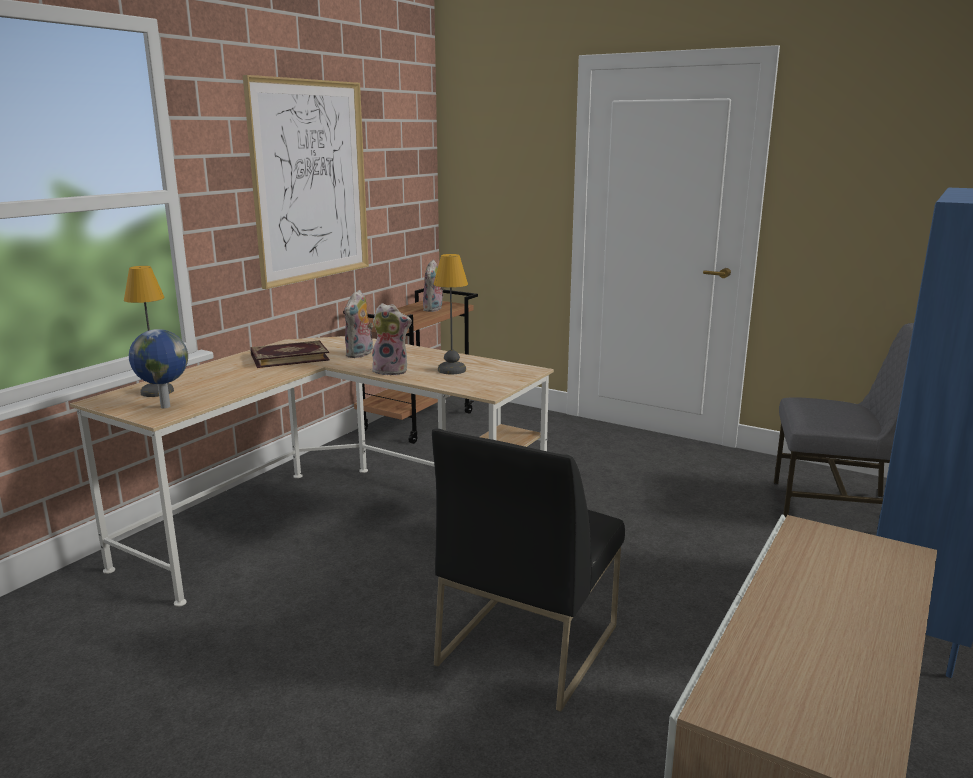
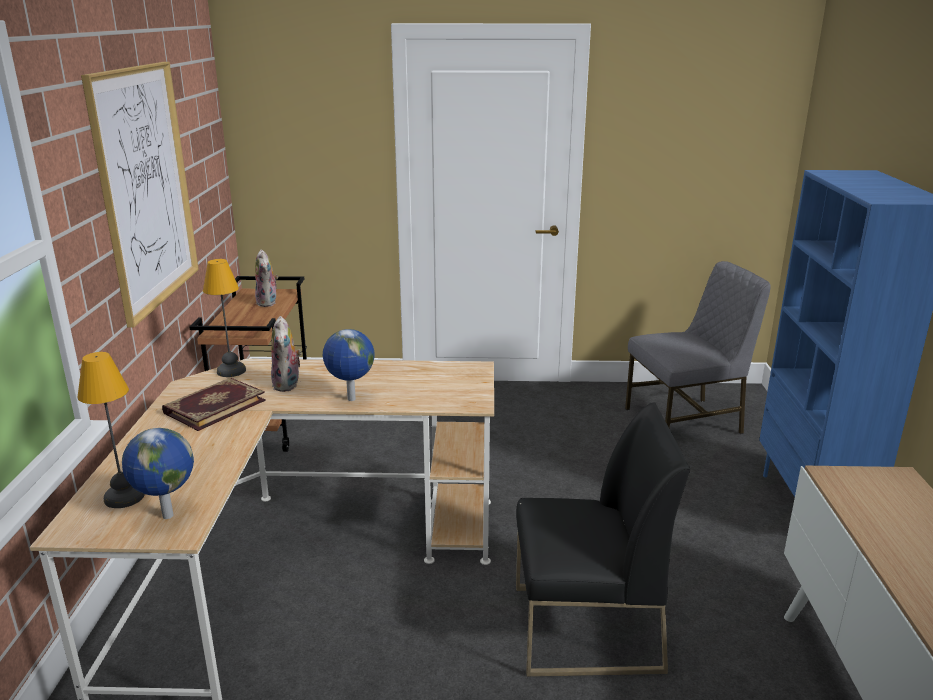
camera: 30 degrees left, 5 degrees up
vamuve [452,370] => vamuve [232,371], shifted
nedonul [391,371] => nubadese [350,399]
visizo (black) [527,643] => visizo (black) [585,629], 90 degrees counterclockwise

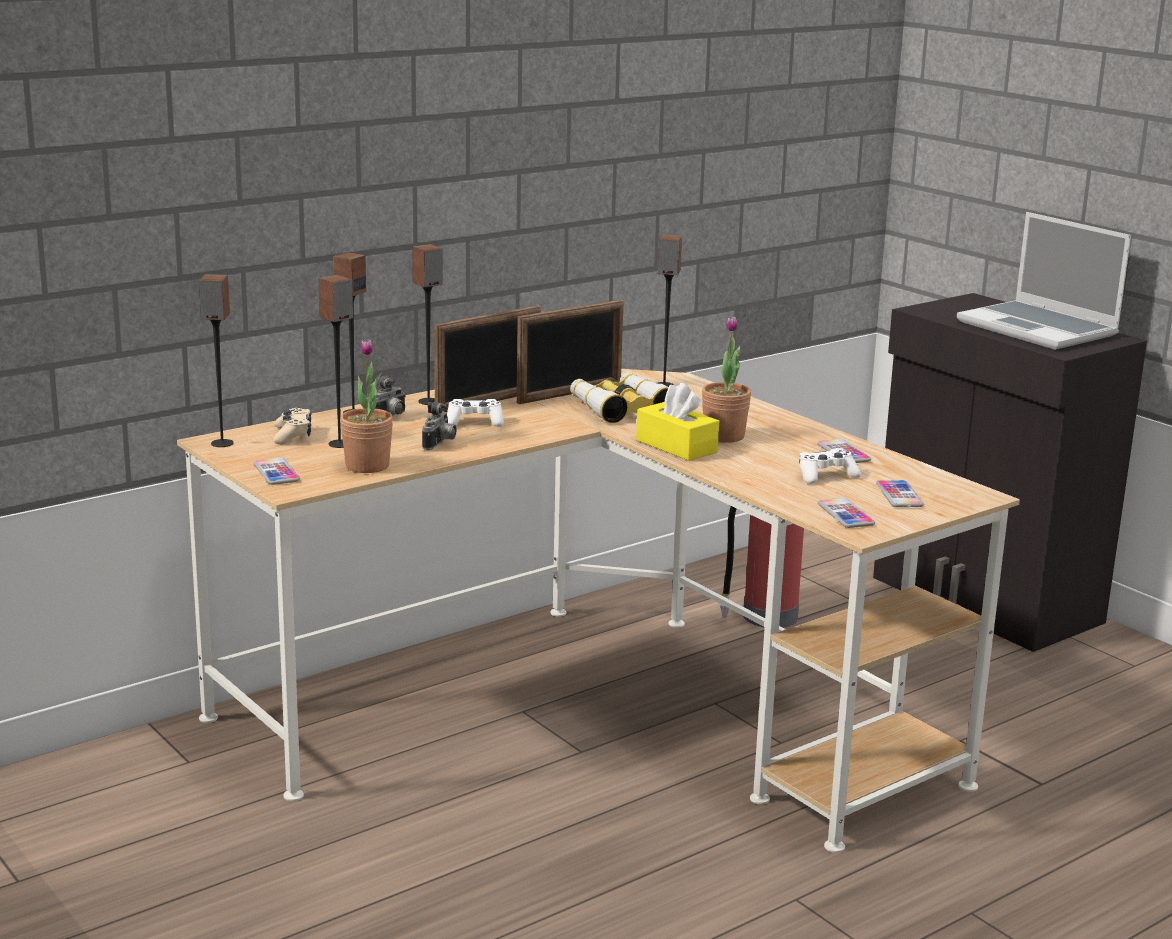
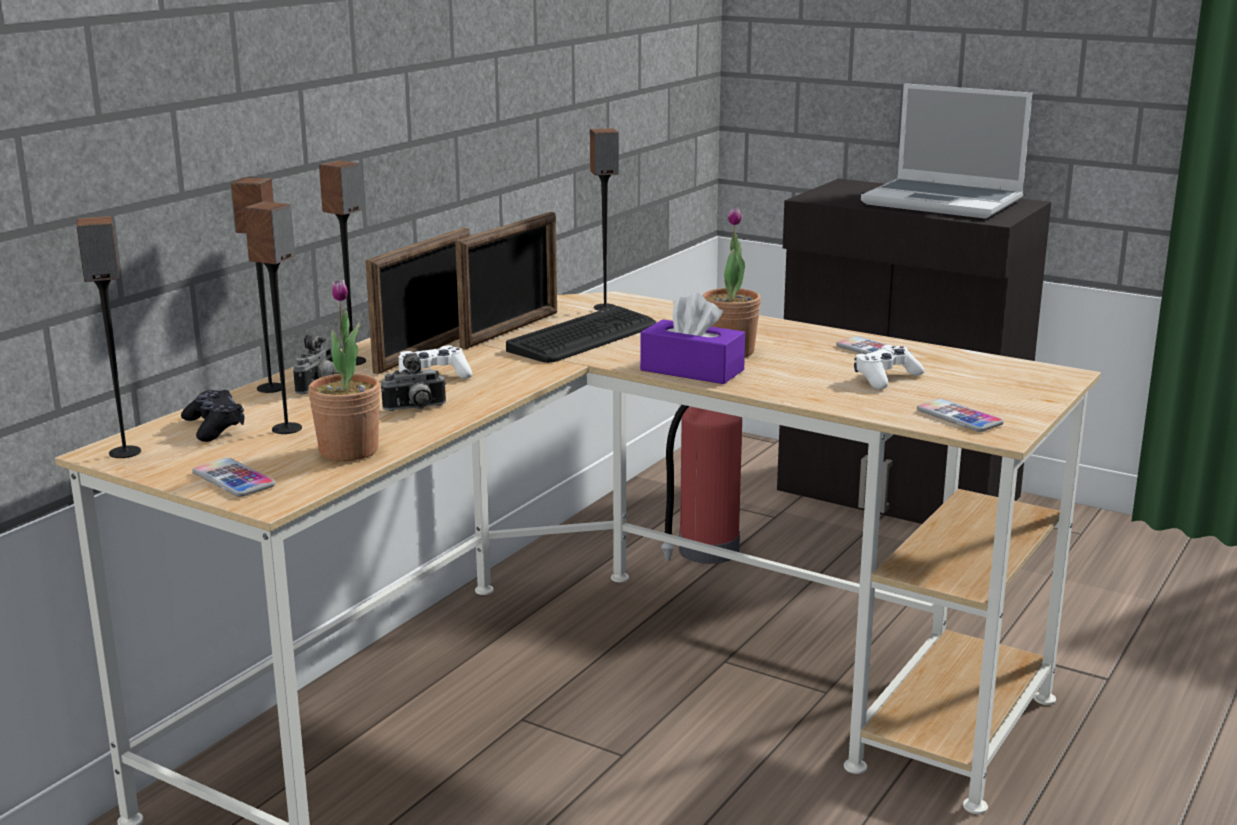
camera: 20 degrees left, 0 degrees up
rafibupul [620,408] => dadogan [584,337]
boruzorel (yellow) [676,446] => boruzorel (purple) [692,370]
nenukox [440,444] => nenukox [415,409], 75 degrees clockwise
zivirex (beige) [292,435] => zivirex (black) [214,427]
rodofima [899,495] => nothing

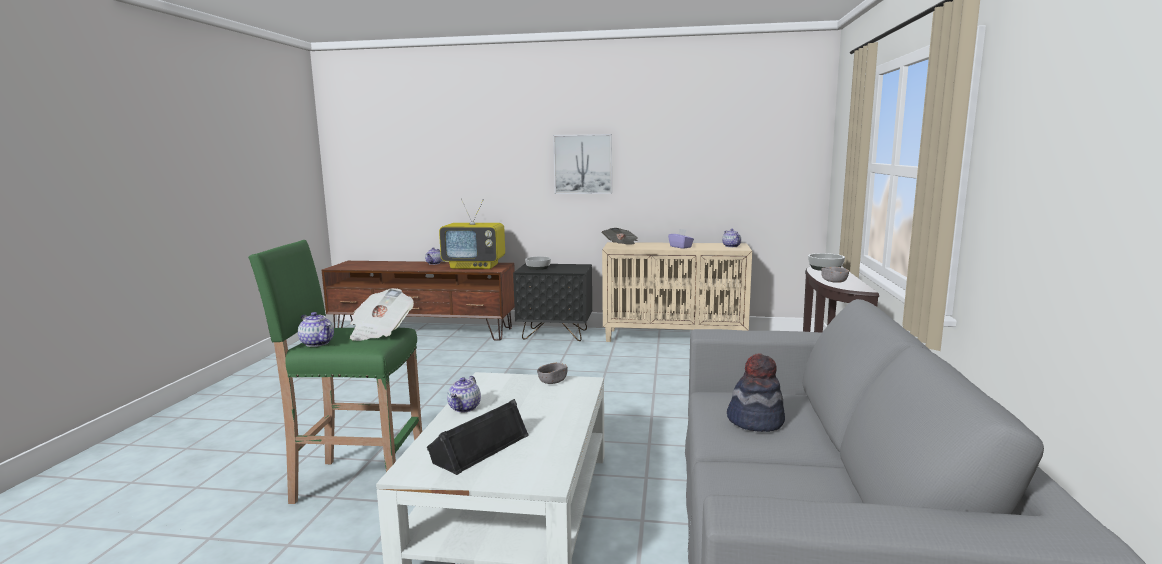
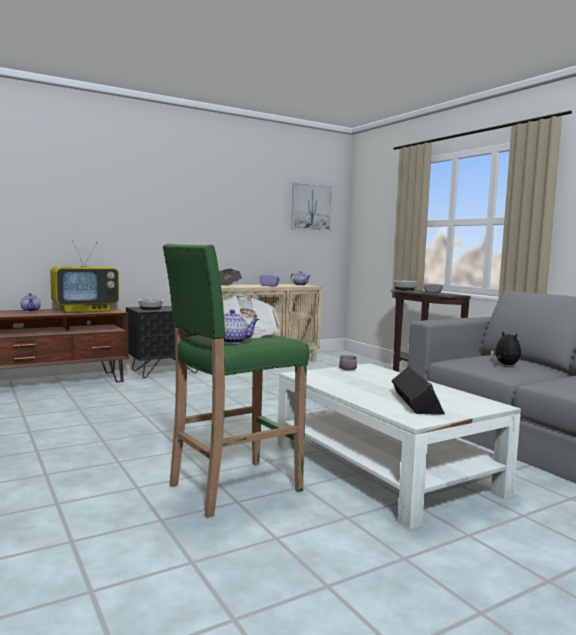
camera: 40 degrees left, 5 degrees down
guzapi [583,164] => guzapi [311,207], shifted
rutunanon [755,421] => nedonul [505,365]
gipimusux [465,408] => nothing

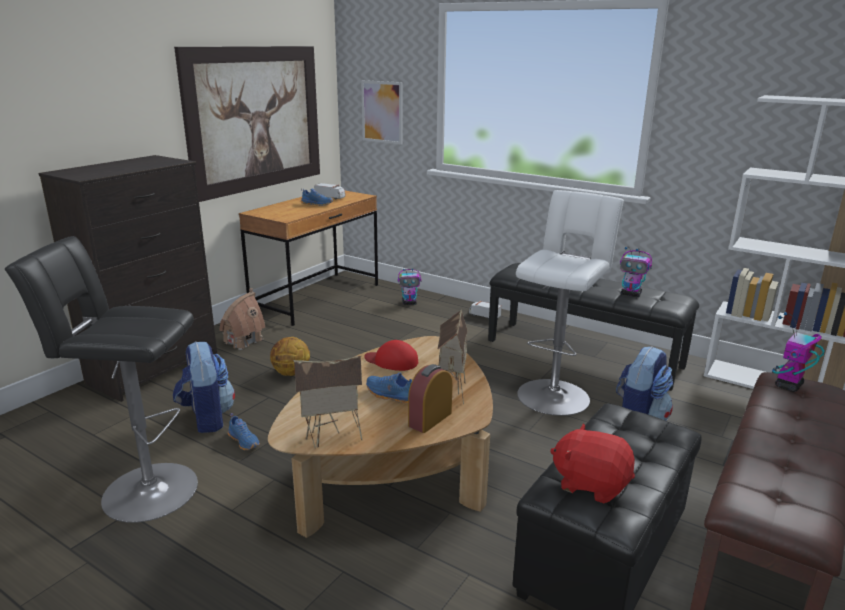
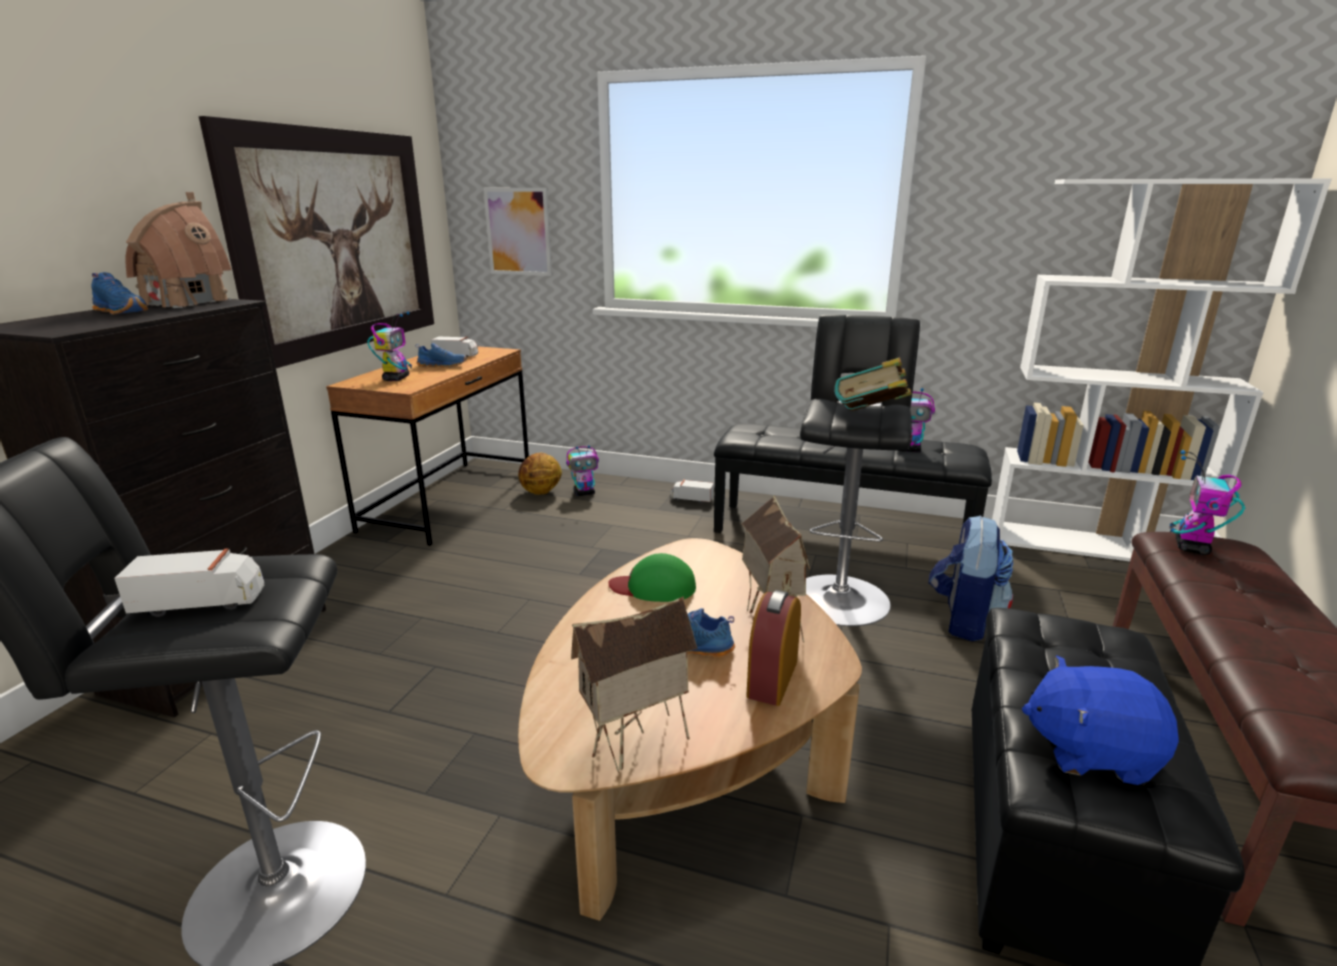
camera: 15 degrees left, 0 degrees up
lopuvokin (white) [555,394] => lopuvokin (black) [839,595]
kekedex [243,340] => kekedex [185,302], shifted
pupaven [290,373] => pupaven [541,493], shifted
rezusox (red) [392,361] => rezusox (green) [654,587]
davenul [207,418] => nothing
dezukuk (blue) [244,441] => dezukuk (blue) [123,312], shifted
nedonul (red) [591,483] => nedonul (blue) [1090,751]
nothing => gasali [396,378]
nothing => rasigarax [870,418]
nothing => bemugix [201,603]

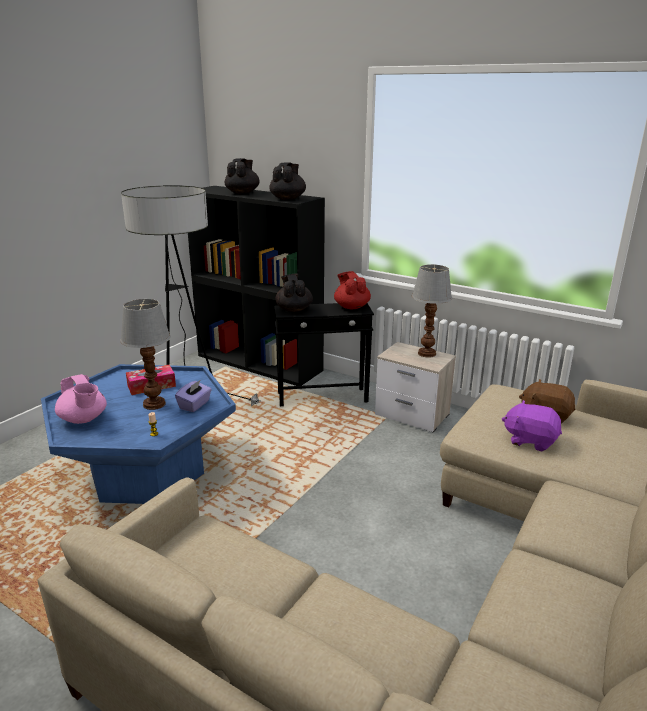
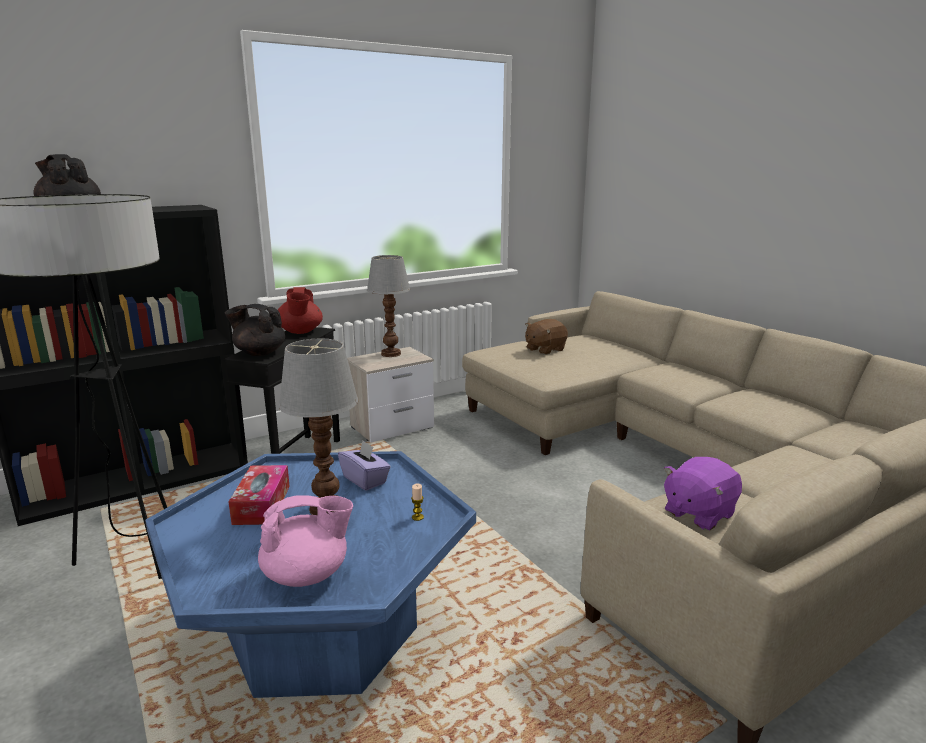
camera: 65 degrees left, 5 degrees down
gipimusux (black) [288,199] => nothing
gipimusux (red) [351,307] => gipimusux (red) [300,332], 105 degrees counterclockwise
nedonul (purple) [530,440] => nedonul (purple) [698,513], shifted

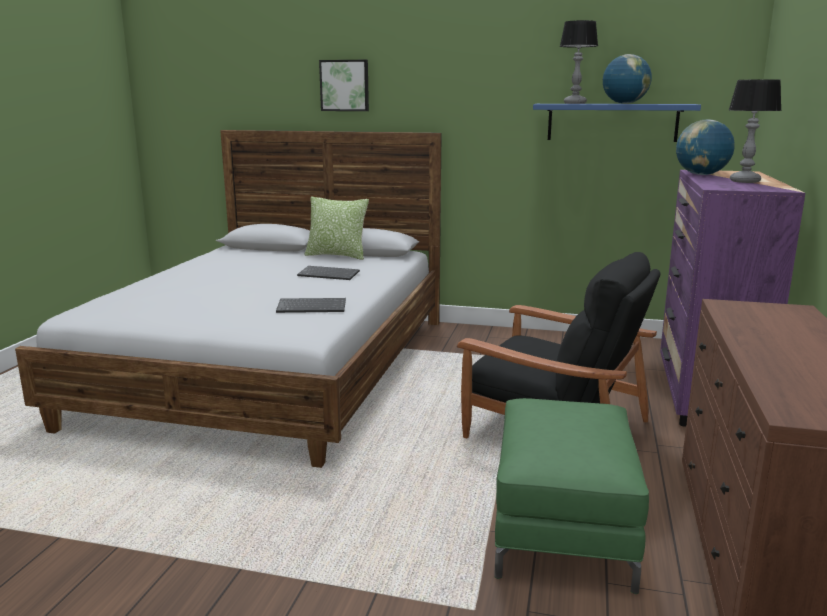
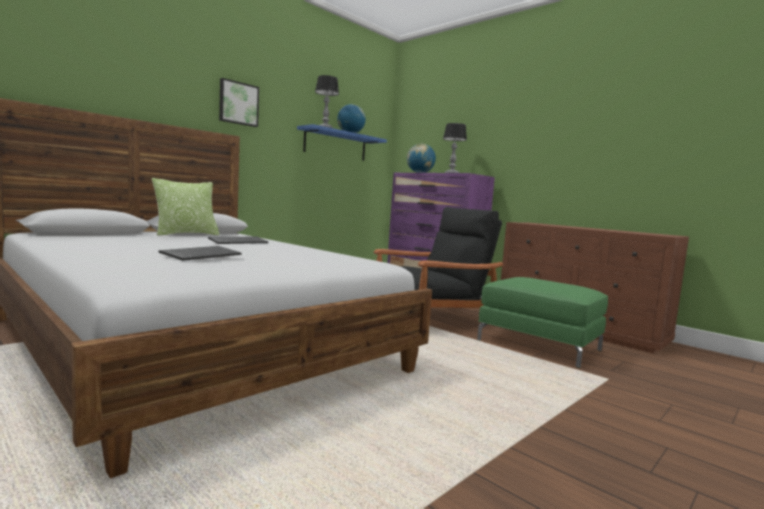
camera: 60 degrees left, 10 degrees down
guzapi [345,85] => guzapi [238,103], shifted
dadogan [312,307] => dadogan [202,255], shifted

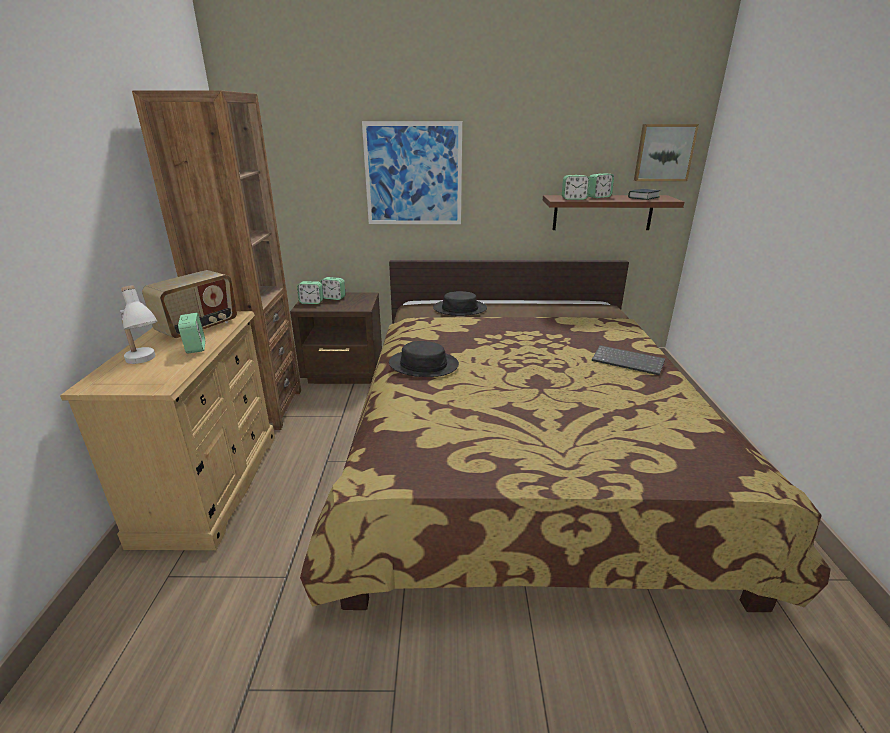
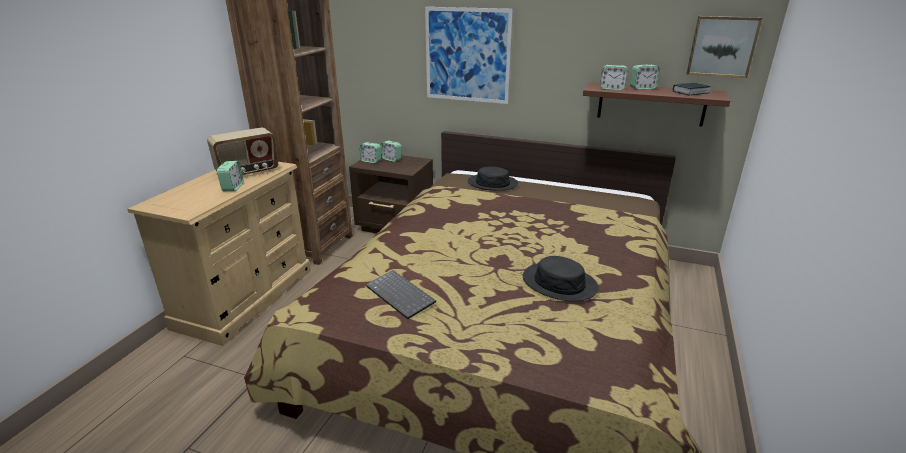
camera: 20 degrees right, 0 degrees up
vamuve (white) [145,365] => nothing
rutunanon (black) [423,365] => rutunanon (black) [559,283], shifted
dadogan [628,361] => dadogan [401,295], shifted

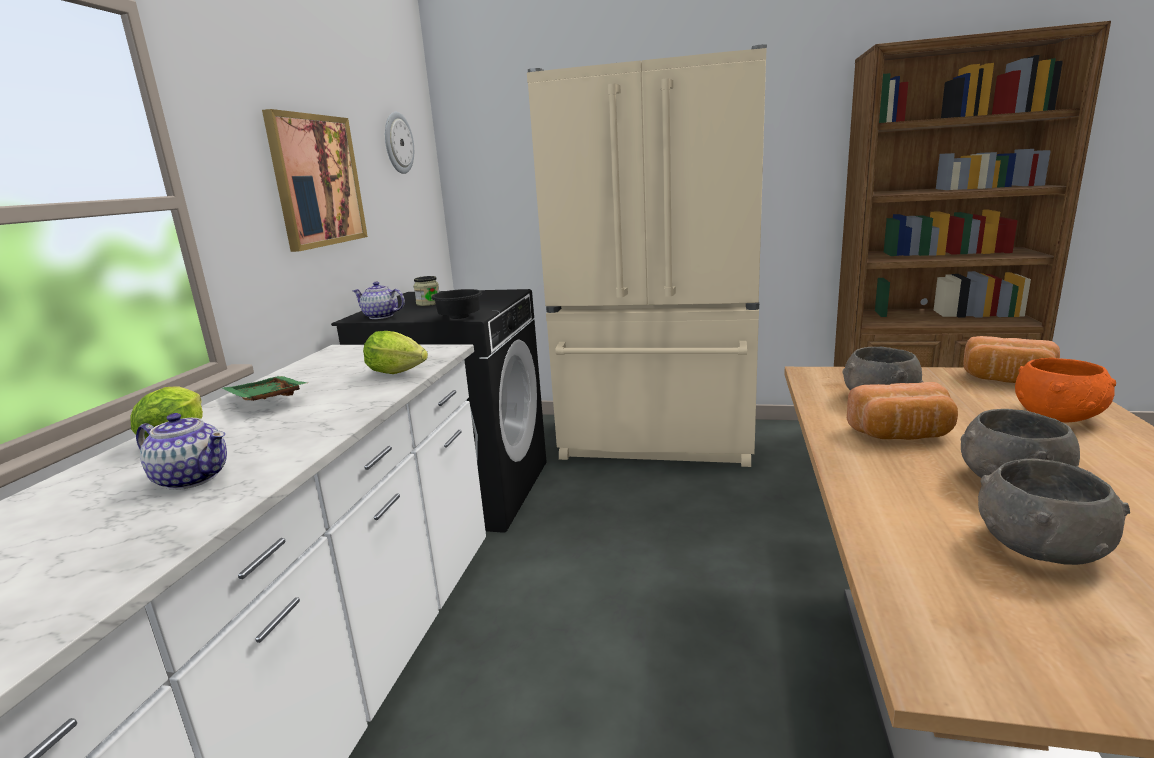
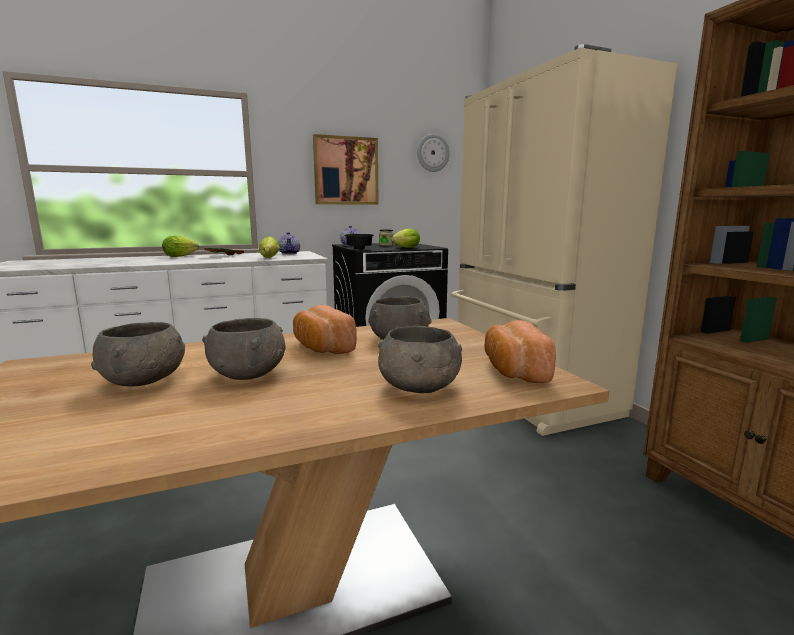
camera: 55 degrees right, 5 degrees down
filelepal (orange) [1058,416] => filelepal (grey) [419,387]
gipimusux [192,478] => gipimusux [289,253], shifted
nothing => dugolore [405,248]

